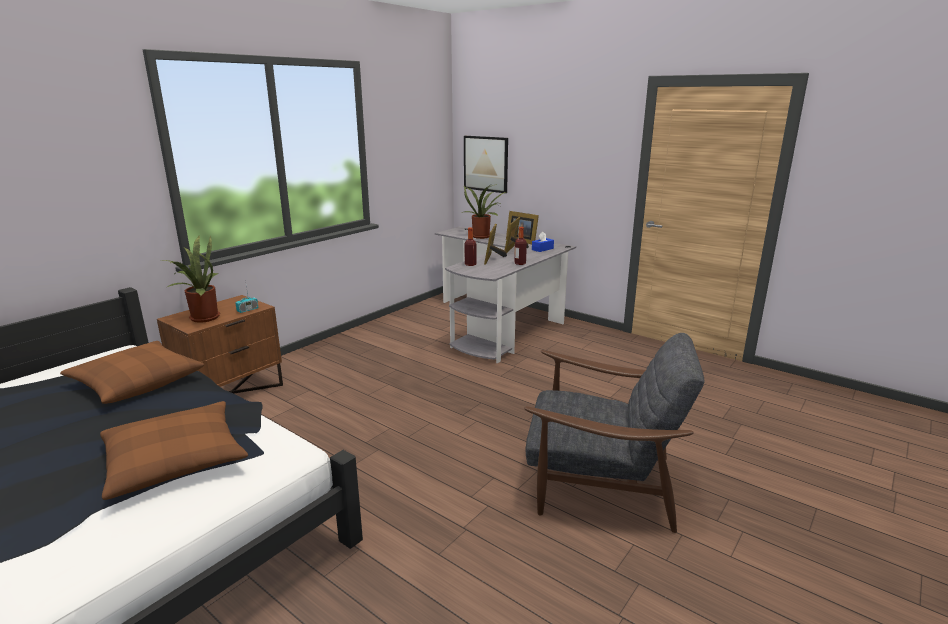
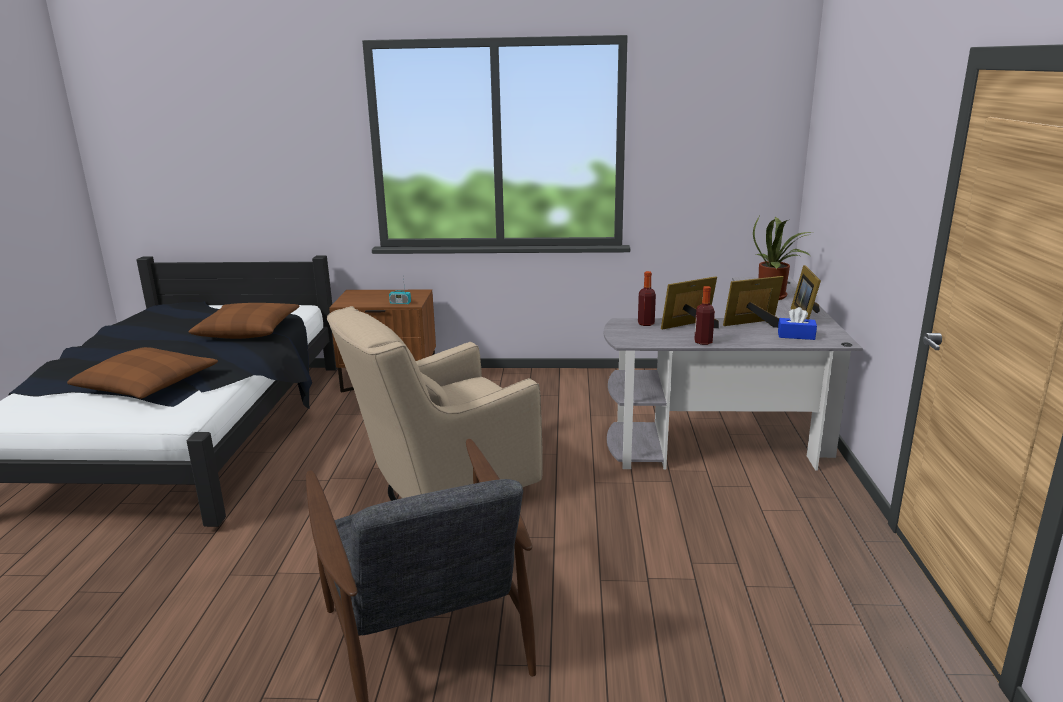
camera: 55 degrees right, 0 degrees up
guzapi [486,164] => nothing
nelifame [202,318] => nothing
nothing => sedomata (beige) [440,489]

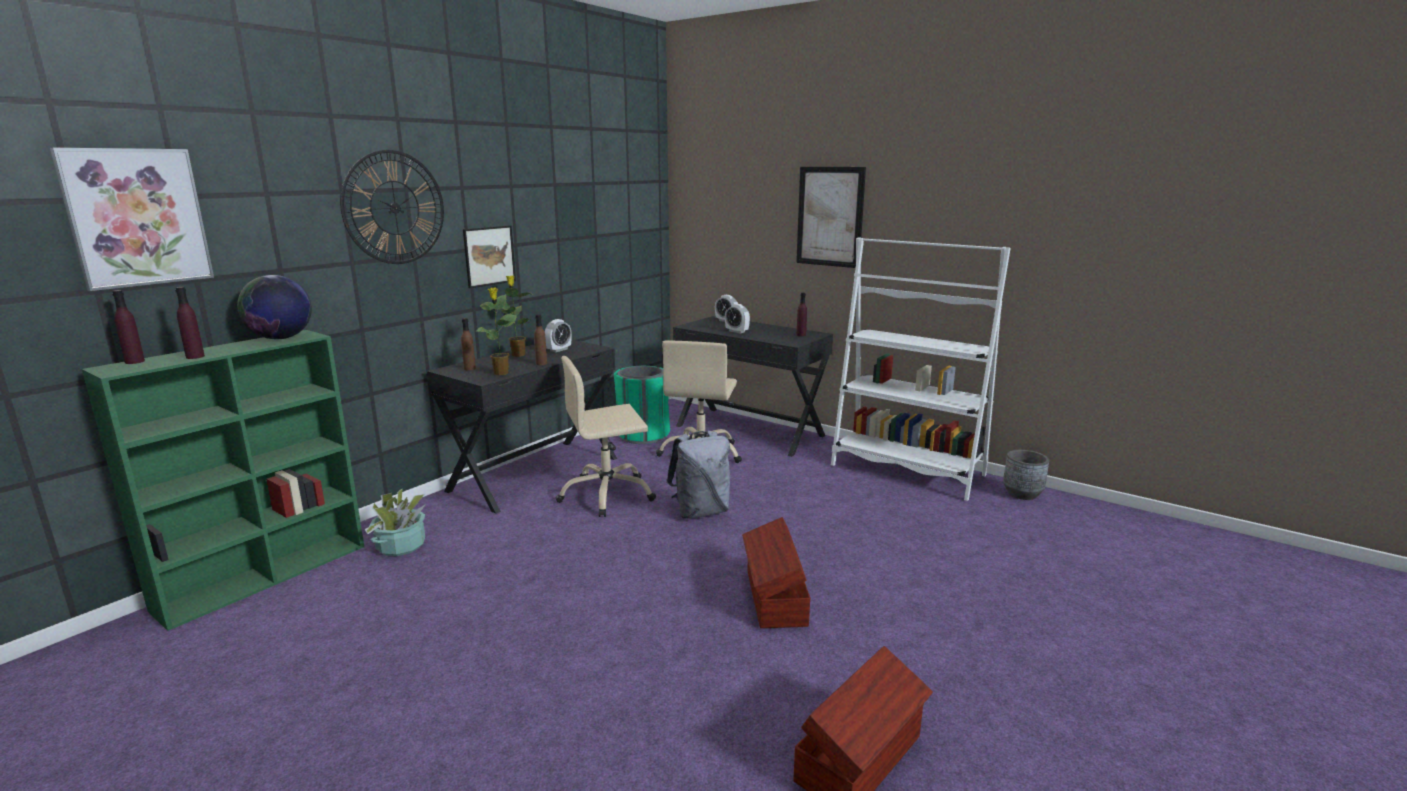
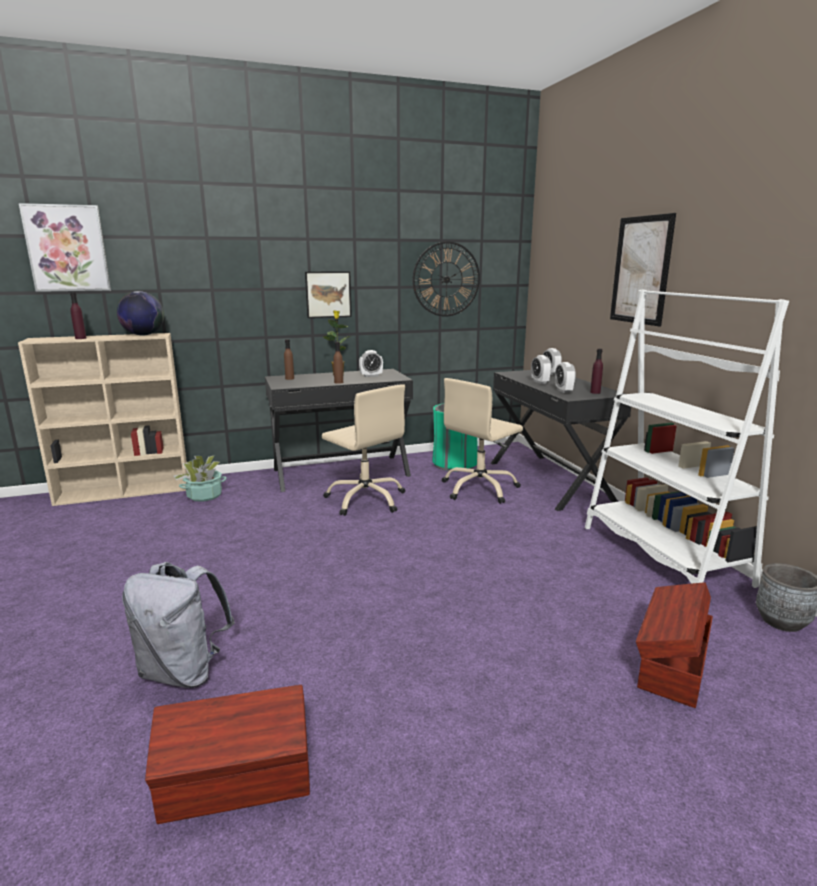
camera: 35 degrees right, 0 degrees up
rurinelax [394,208] => rurinelax [446,279], shifted
nelifame [501,373] => nothing
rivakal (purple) [135,362] => nothing
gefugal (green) [266,575] => gefugal (beige) [125,491]
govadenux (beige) [607,494] => govadenux (beige) [366,499], 150 degrees counterclockwise
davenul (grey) [700,512] => davenul (grey) [184,671], shifted
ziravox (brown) [774,598] => ziravox (brown) [671,664], shifted
nothing => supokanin [563,391]

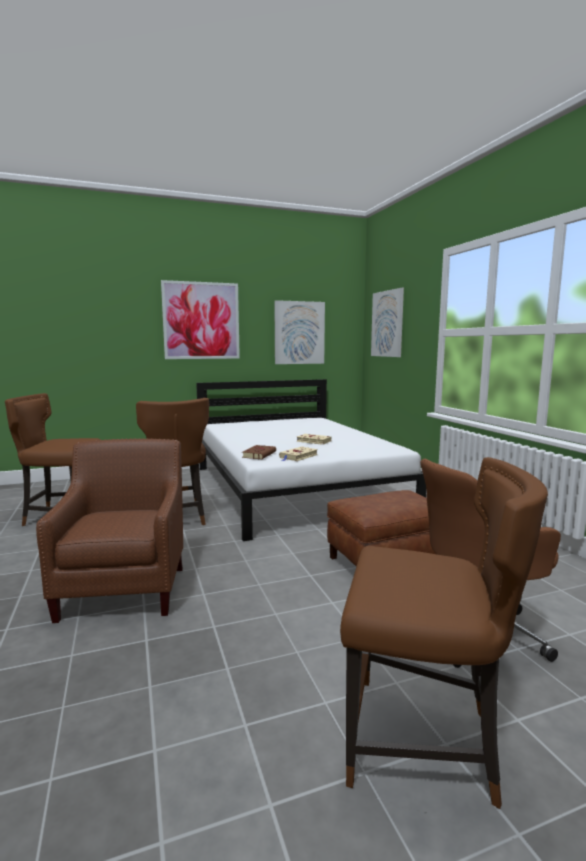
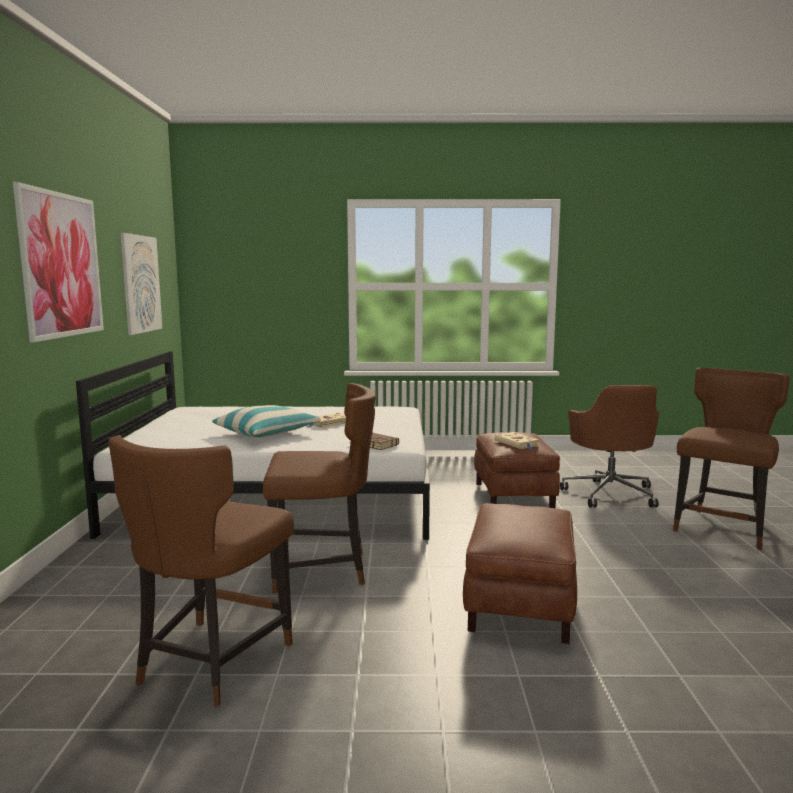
camera: 70 degrees left, 0 degrees up
guzapi [387,324] => nothing
sedomata (brown) [126,587] => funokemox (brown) [519,604]
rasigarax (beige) [298,456] => rasigarax (beige) [517,444], shifted
nothing => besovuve [266,433]

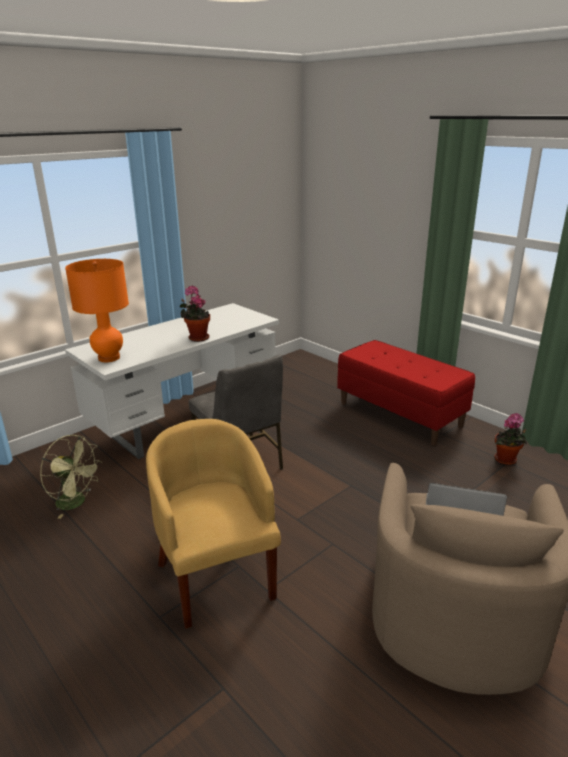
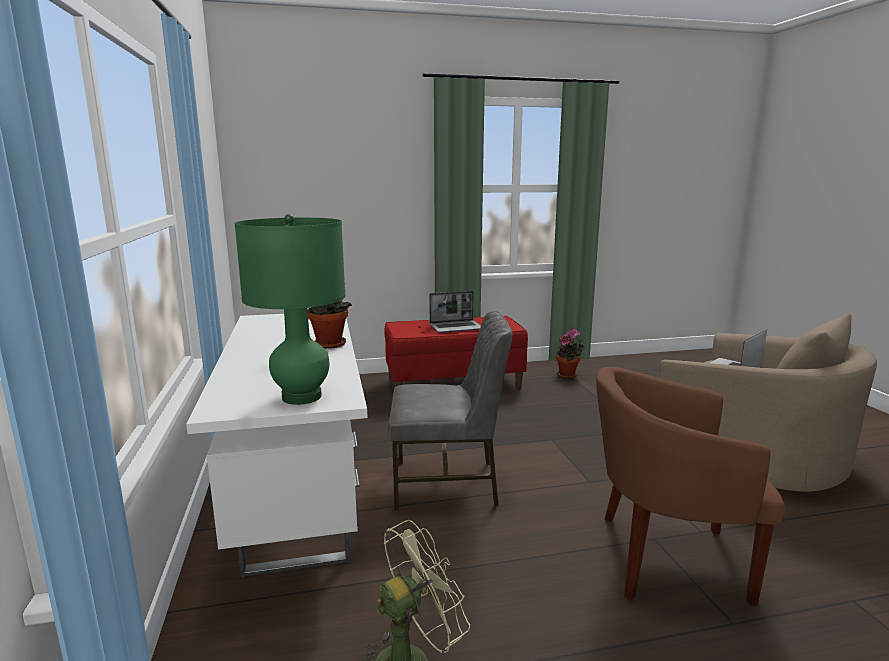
camera: 60 degrees left, 10 degrees down
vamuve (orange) [109,358] => vamuve (green) [301,397]
sedomata (yellow) [216,575] => sedomata (brown) [665,558]
nothing => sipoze [456,327]

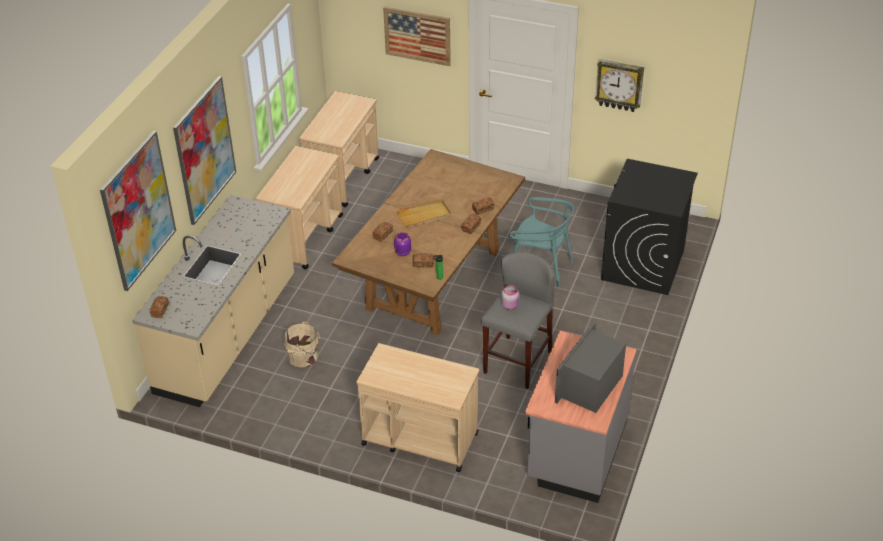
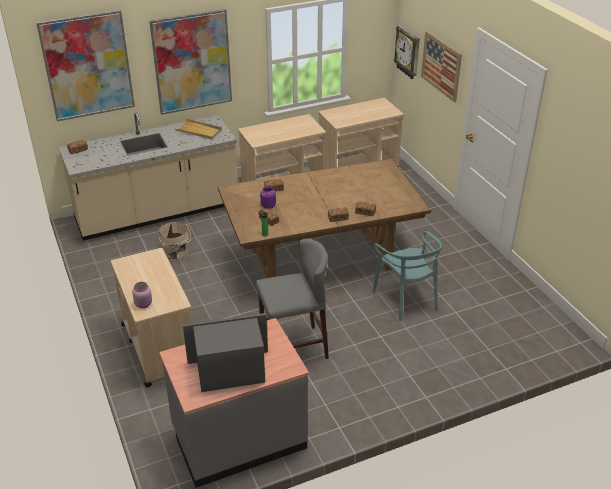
camera: 45 degrees right, 5 degrees down
rurinelax [619,85] => rurinelax [408,52], shifted
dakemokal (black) [643,265] => nothing
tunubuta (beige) [424,215] => tunubuta (beige) [199,131], shifted
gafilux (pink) [510,306] => gafilux (pink) [144,304], shifted

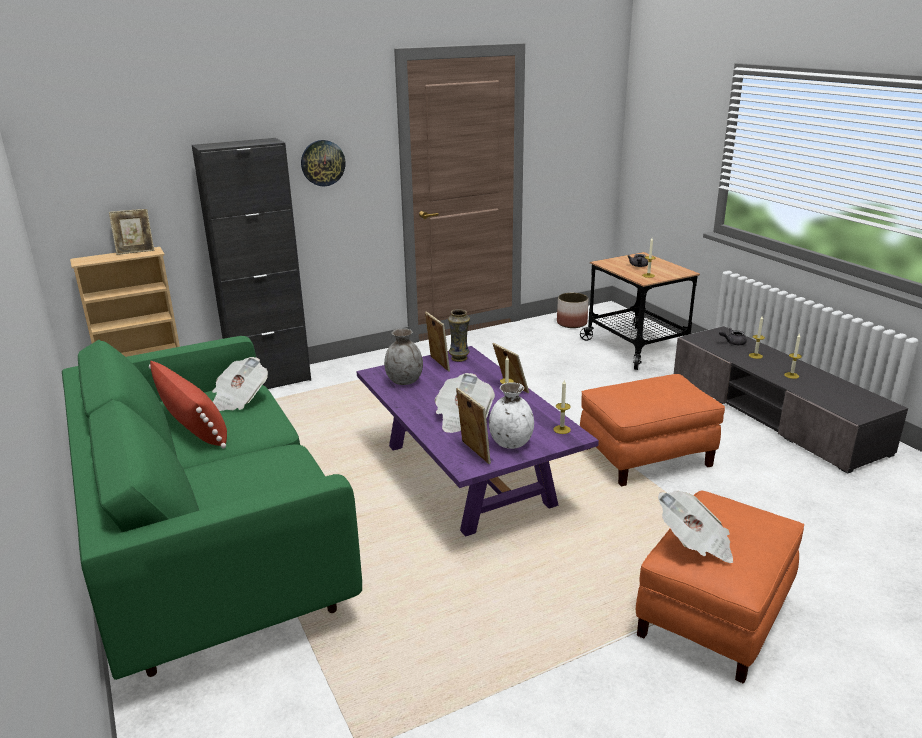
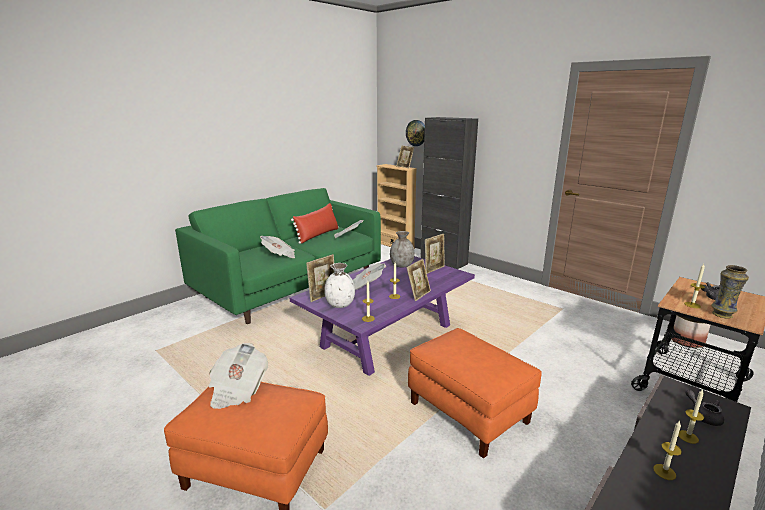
camera: 70 degrees right, 5 degrees down
rurinelax [322,163] => rurinelax [416,133], shifted
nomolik [459,358] => nomolik [722,315], shifted
nothing => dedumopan [279,255]

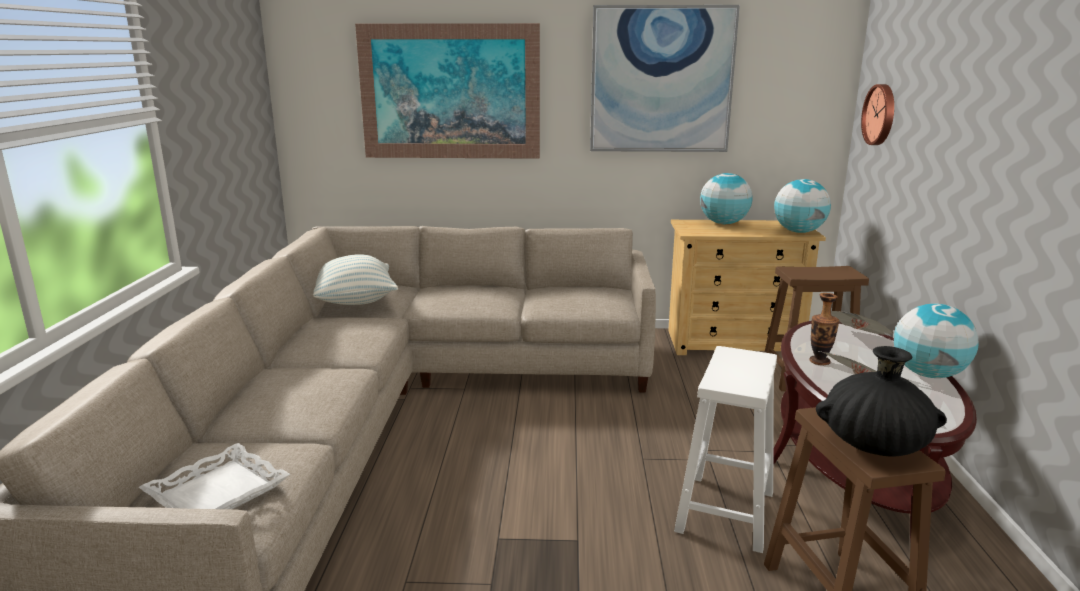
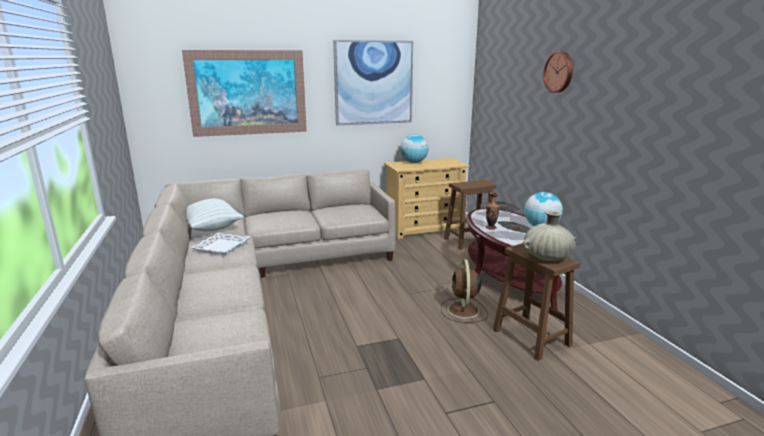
camera: 20 degrees left, 0 degrees up
rurinelax [880,114] => rurinelax [559,72], shifted
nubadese [798,232] => nothing
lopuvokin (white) [725,513] => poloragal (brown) [463,311]
nomolik (black) [874,445] => nomolik (beige) [547,257]
tunubuta (white) [217,492] => tunubuta (white) [221,247], shifted

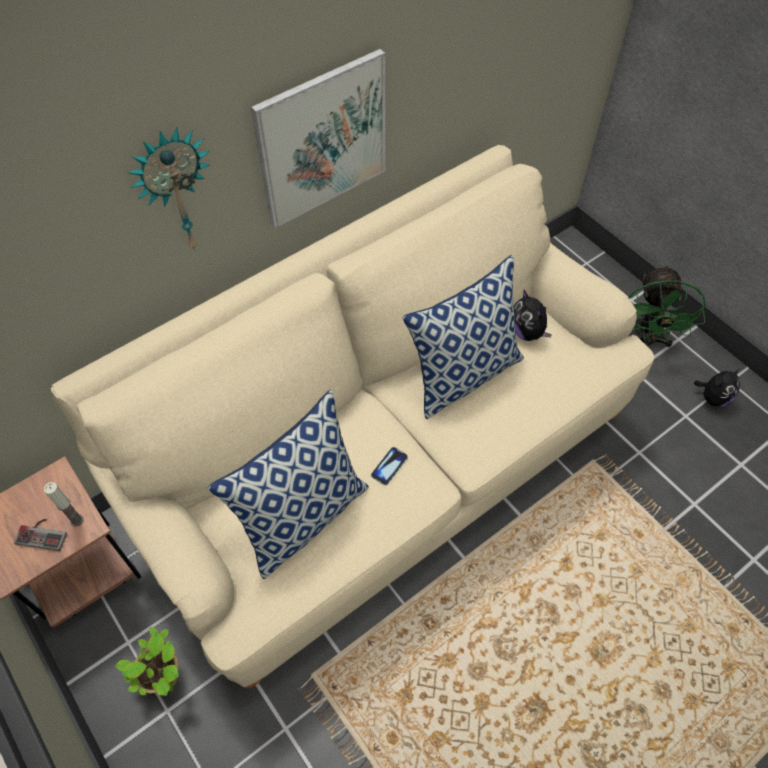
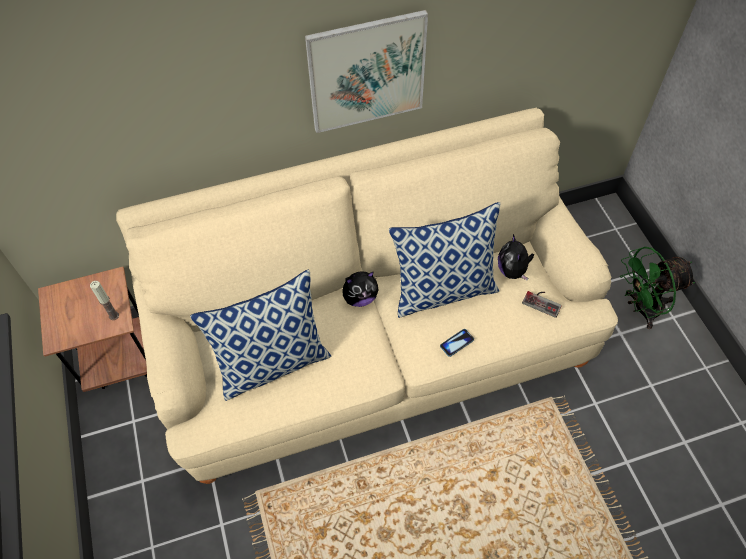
camera: 20 degrees right, 0 degrees up
rurinelax [175,192] => nothing
poloragal (green) [645,340] => poloragal (green) [641,309], 45 degrees clockwise
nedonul [712,398] => nedonul [360,298], shifted
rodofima [389,466] => rodofima [456,343], shifted
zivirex [43,533] => zivirex [543,301], shifted
nelifame [165,677] => nothing

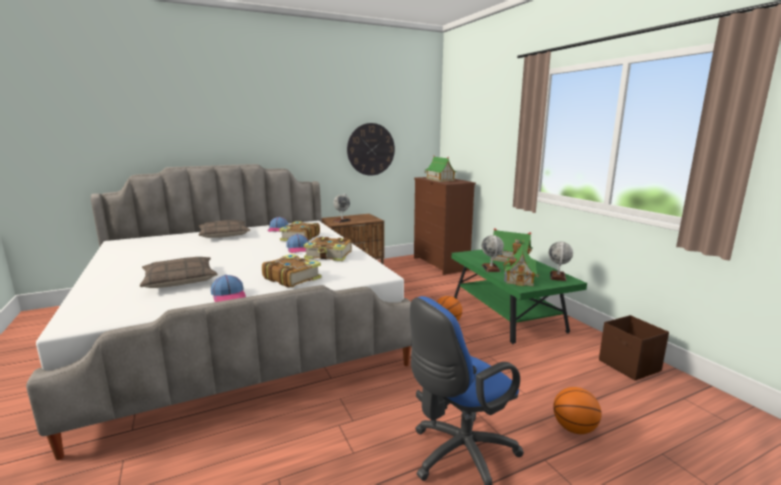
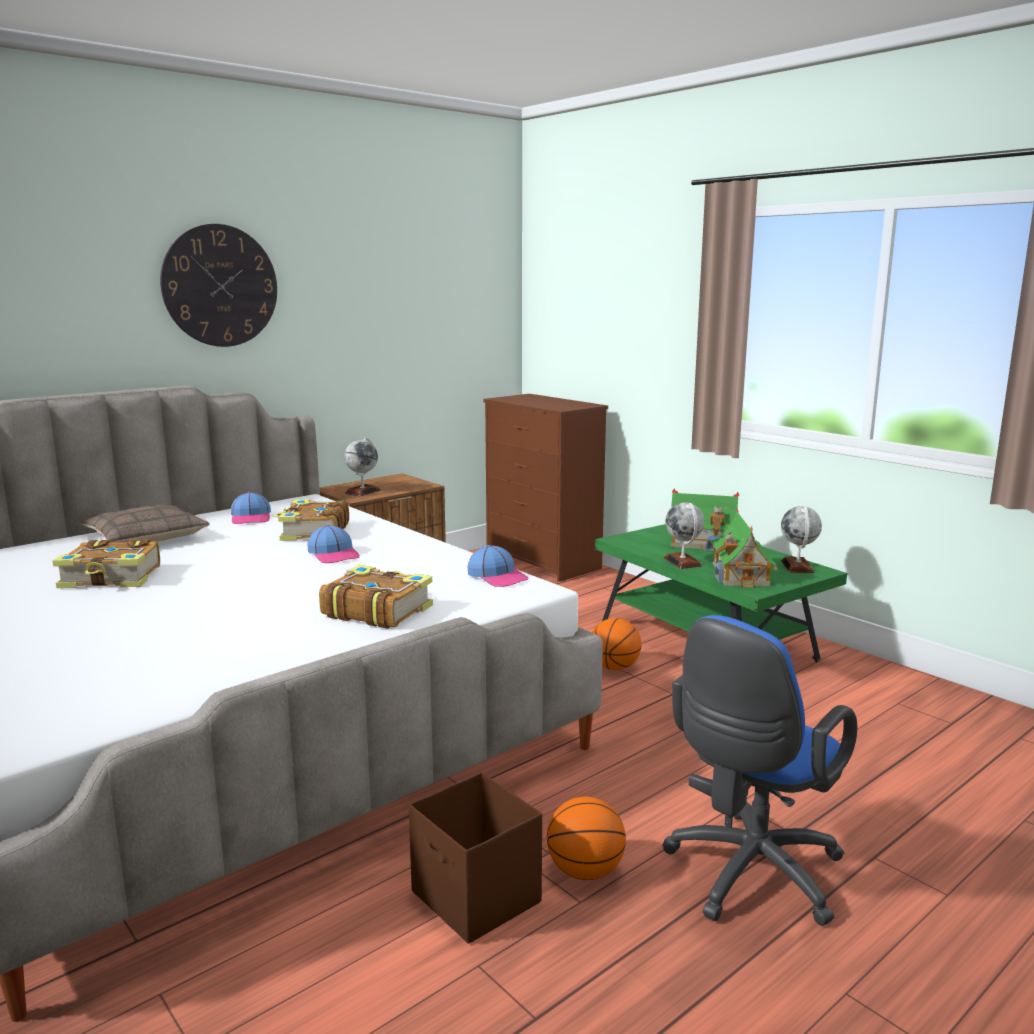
camera: 15 degrees left, 0 degrees up
rurinelax [371,149] => rurinelax [220,286], shifted
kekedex [440,179] => nothing
rasigarax [329,256] => rasigarax [112,578], shifted
besovuve [180,280] => nothing
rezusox [229,295] => rezusox [498,576], shifted
ziravox (brown) [629,366] => ziravox (brown) [476,899], shifted
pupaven [574,428] => pupaven [585,871], shifted

